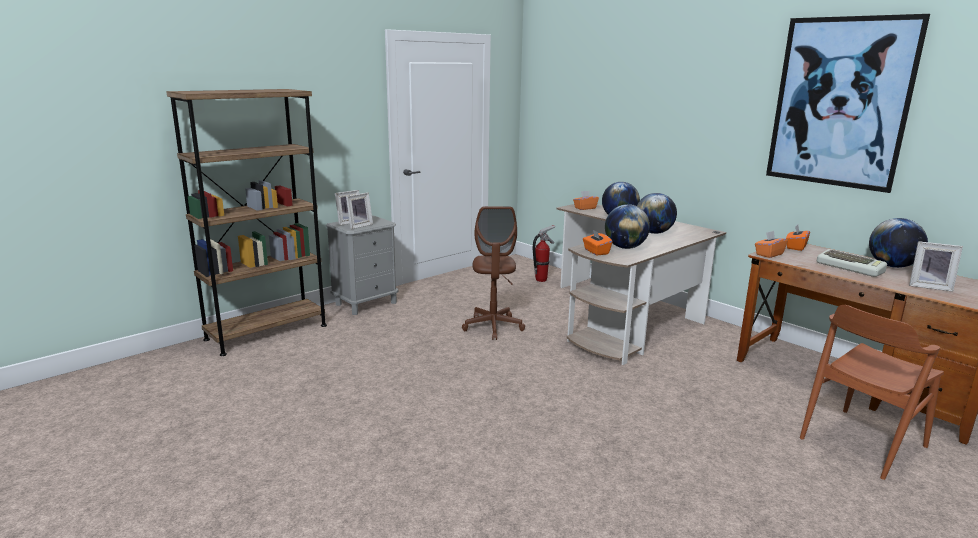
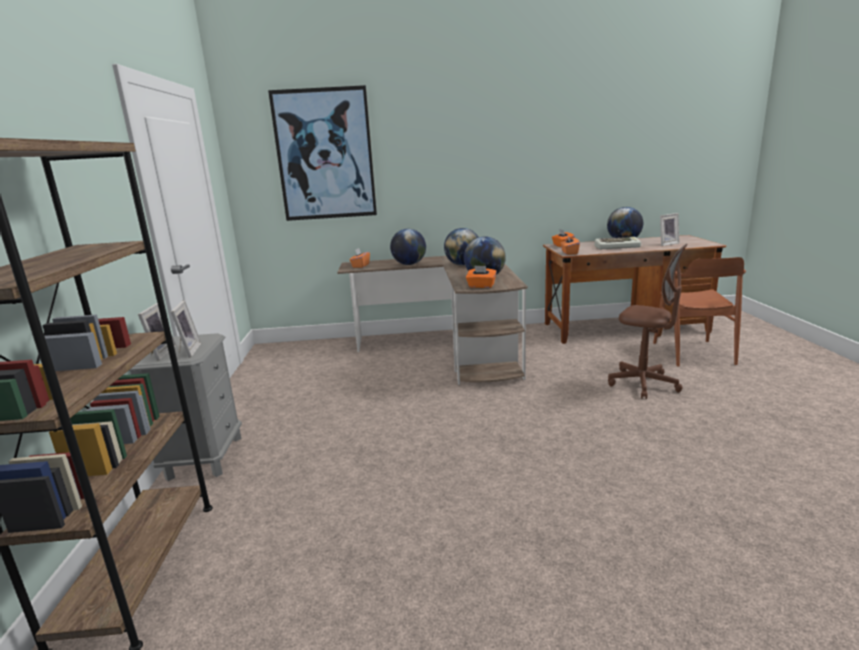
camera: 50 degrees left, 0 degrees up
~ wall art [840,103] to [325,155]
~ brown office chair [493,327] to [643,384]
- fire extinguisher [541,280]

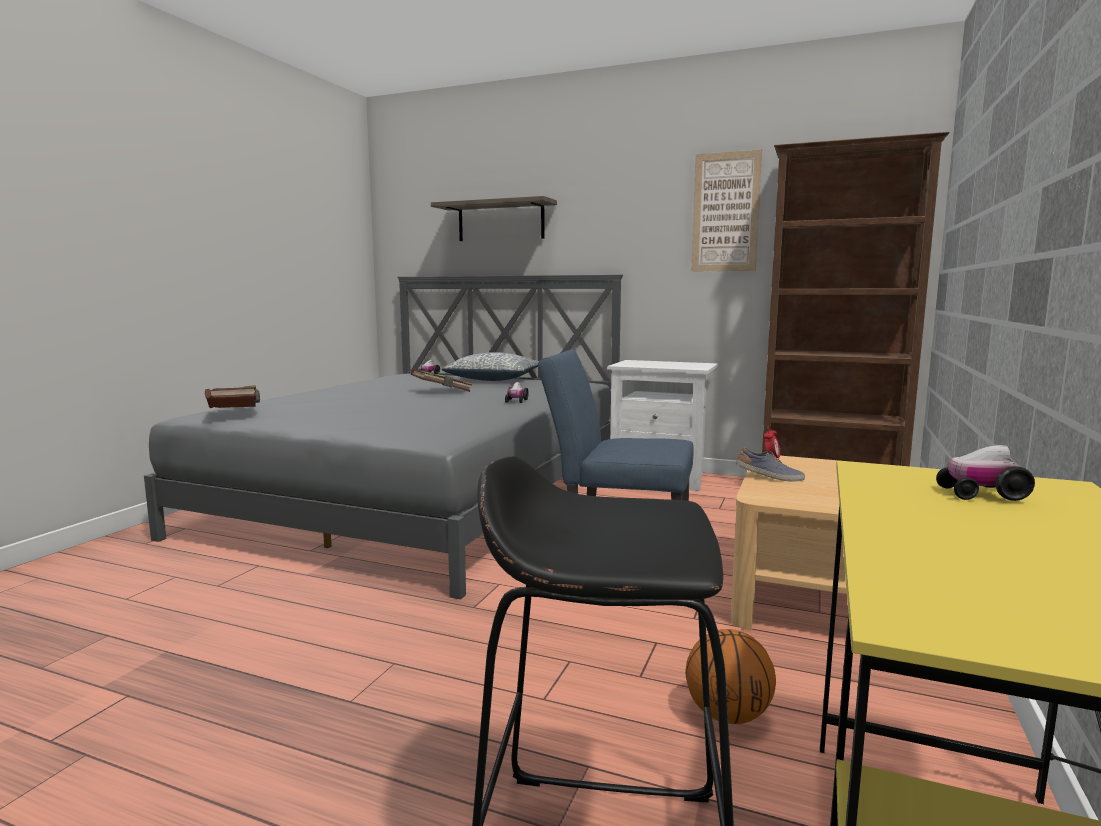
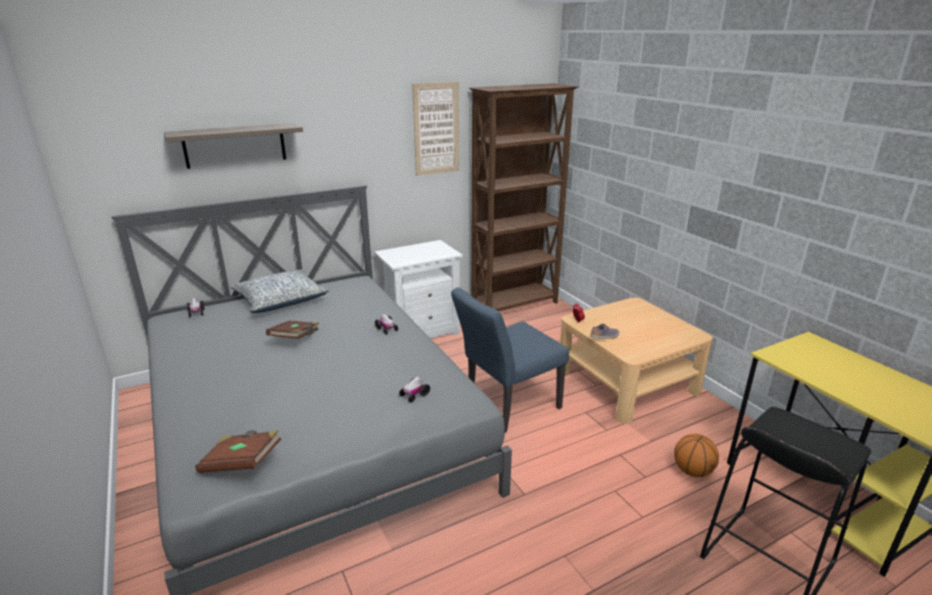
camera: 50 degrees left, 15 degrees up
~ toy car [981,494] to [414,395]

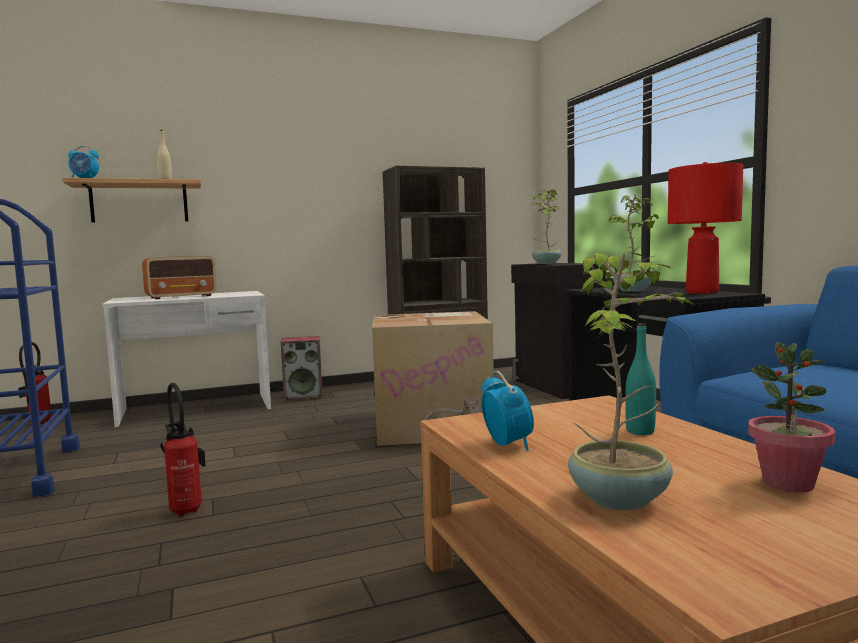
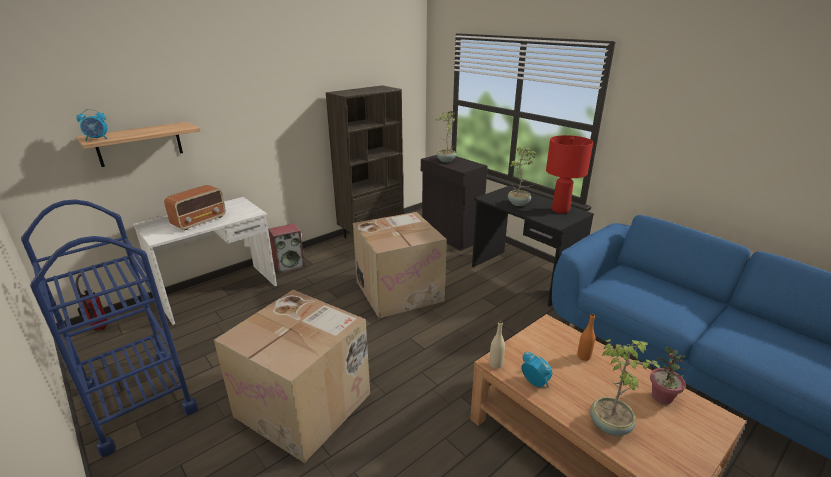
camera: 20 degrees left, 20 degrees up
~ beige-coloured drink bottle [165,180] to [495,364]
~ blue-green drink bottle [640,431] to orange drink bottle [583,356]
~ fire extinguisher [186,509] to carton [306,404]

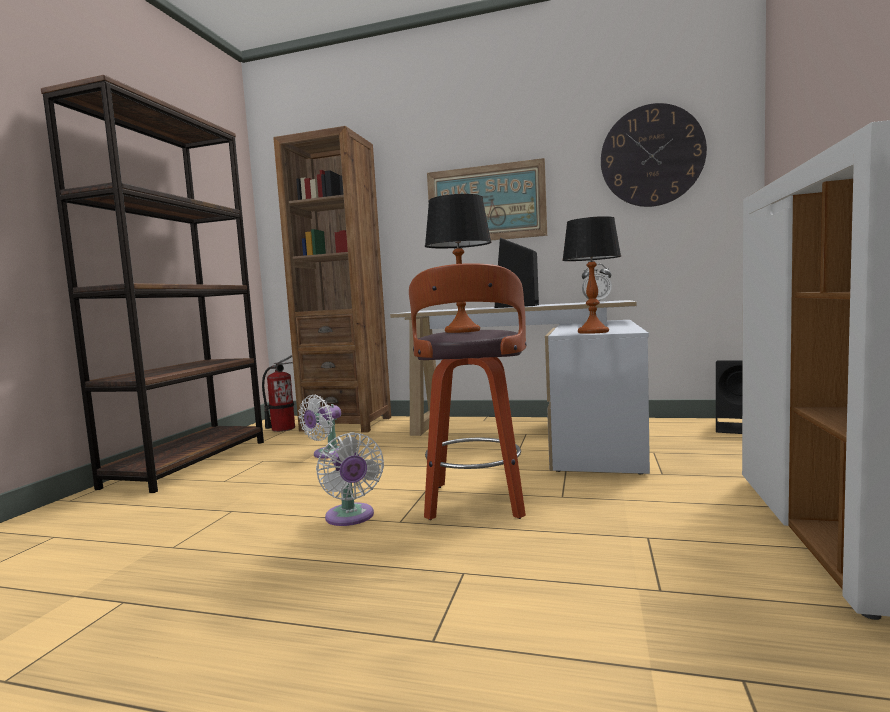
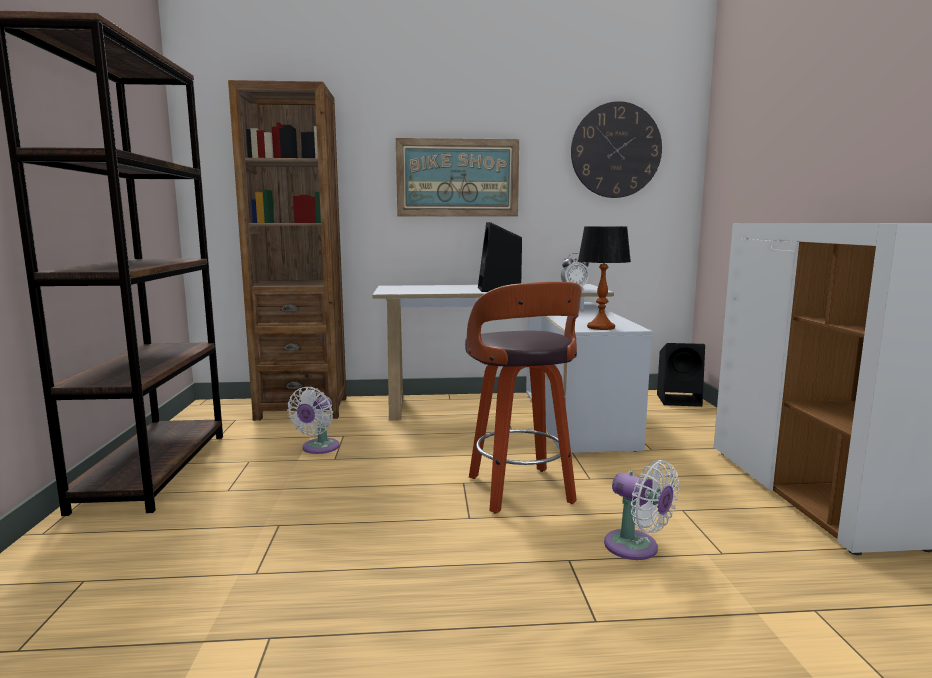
camera: 20 degrees left, 5 degrees up
- tabletop lamp [462,331]
- fire extinguisher [282,428]
~ white electric fan [351,517] to [636,548]

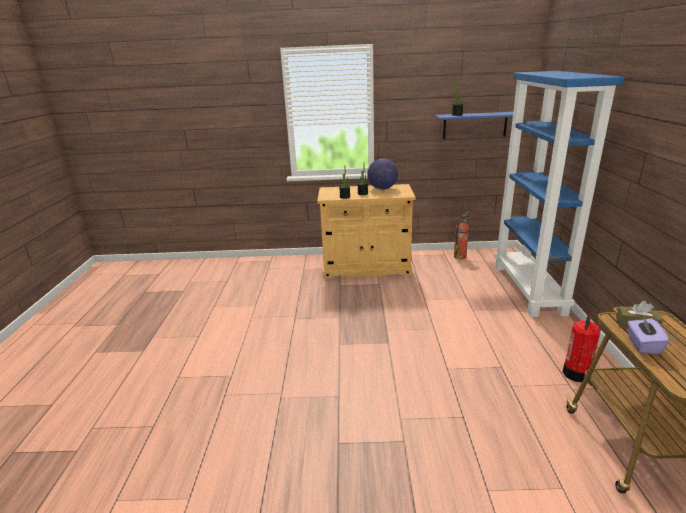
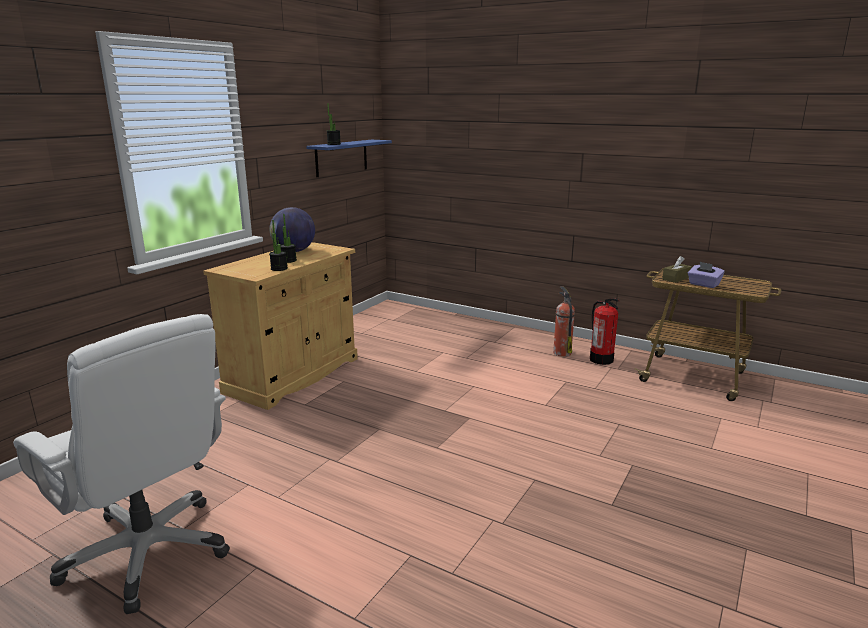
camera: 60 degrees left, 5 degrees down
- bluish shelving unit [529,289]
~ fire extinguisher [460,256] to [561,352]
+ white office chair [148,552]

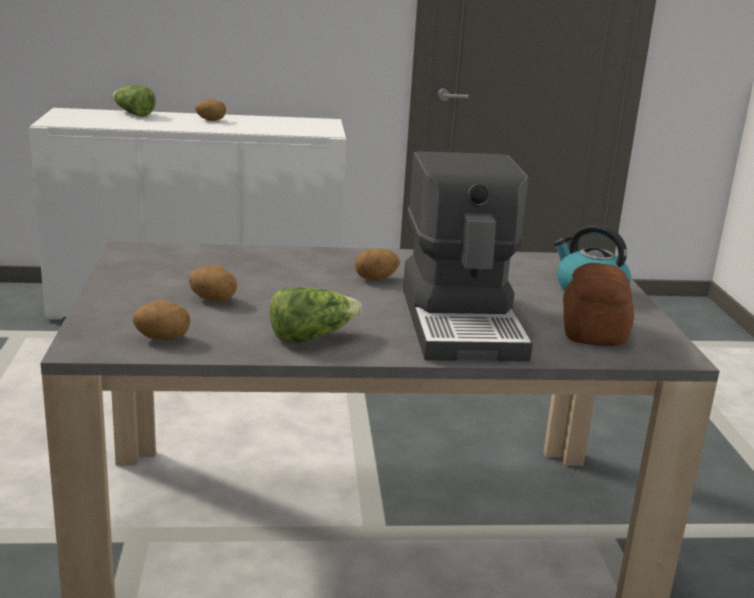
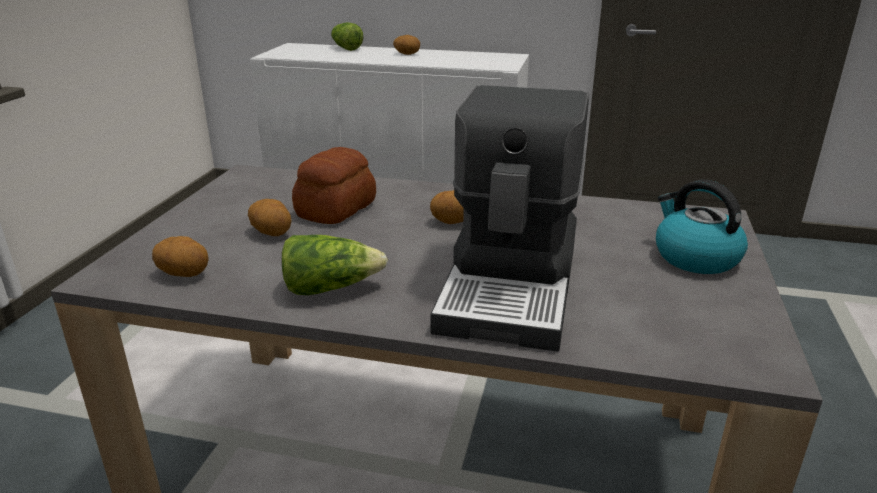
camera: 20 degrees right, 5 degrees up
~ baked bread [592,330] to [334,210]

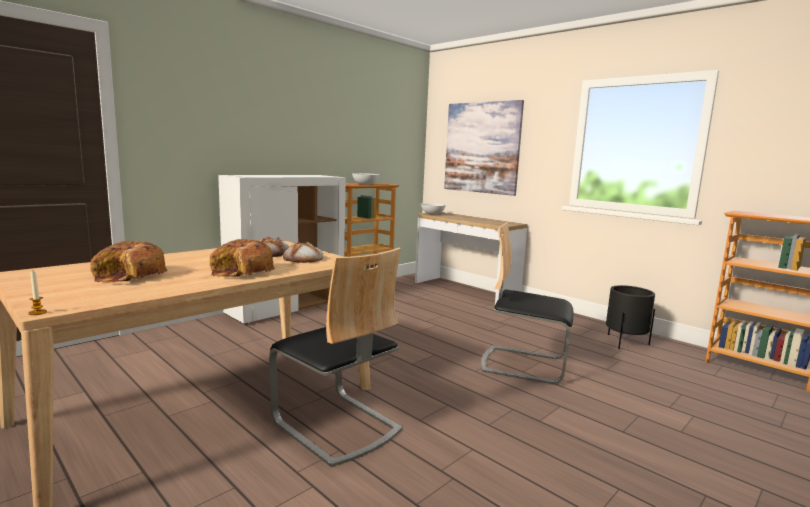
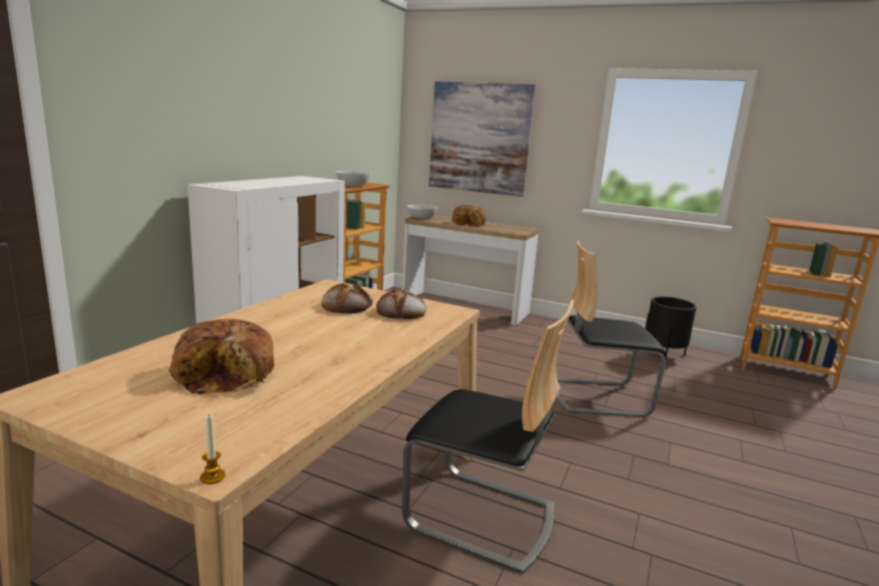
camera: 20 degrees left, 5 degrees up
~ baked bread [242,271] to [469,223]

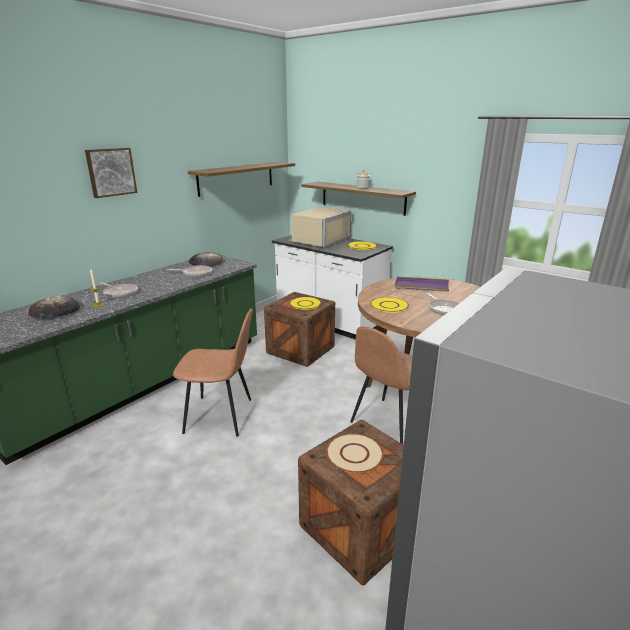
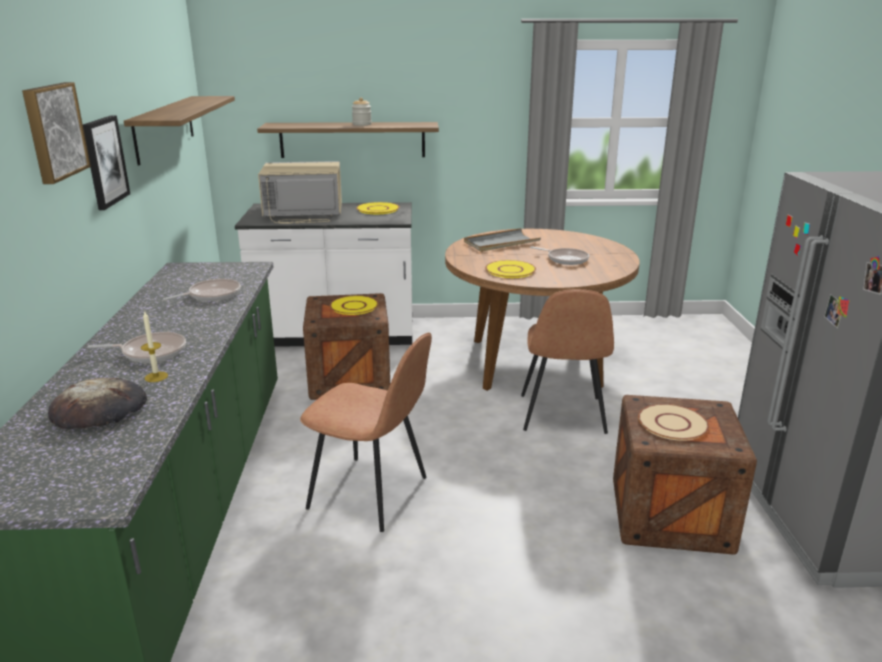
camera: 40 degrees left, 0 degrees up
~ beige-coloured microwave oven [318,240] = [302,212] 90 degrees counterclockwise
- baked bread [206,263]
~ purple tray [421,286] to gray tray [501,243]
~ brown plain chair [220,416] = [371,494] 60 degrees clockwise
+ wall art [104,161]

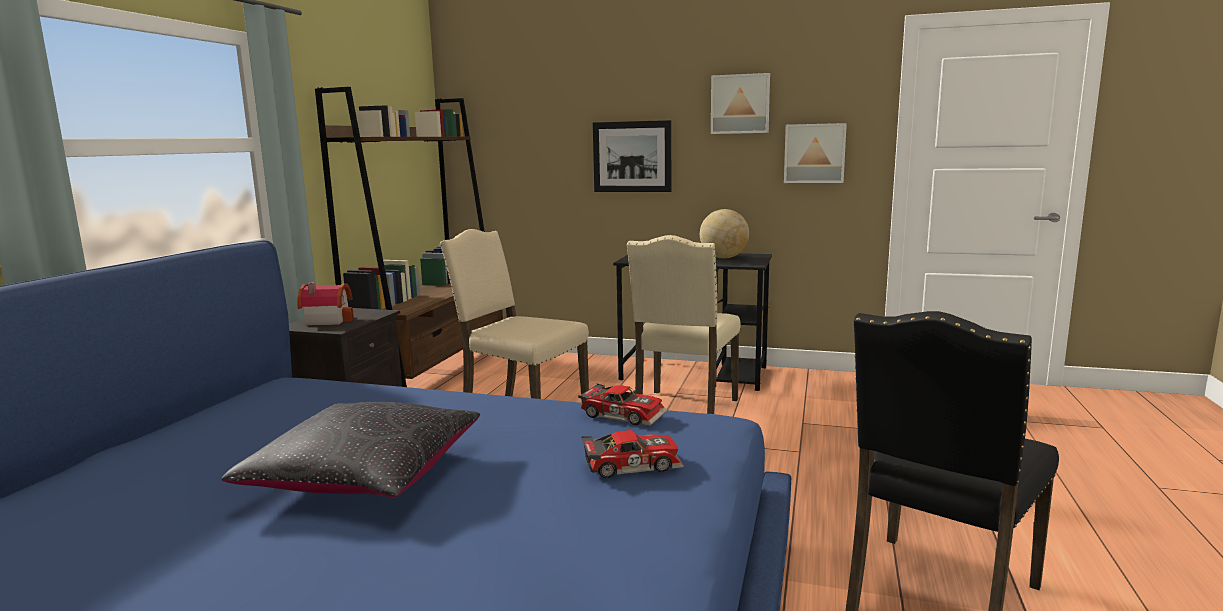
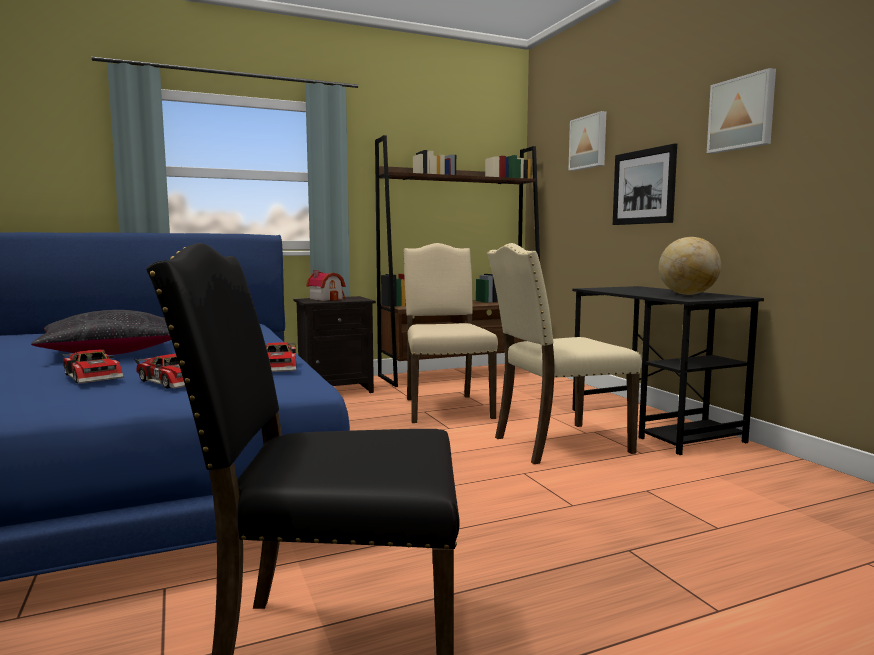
camera: 50 degrees right, 5 degrees down
~ wall art [814,153] to [589,142]
+ toy car [95,376]

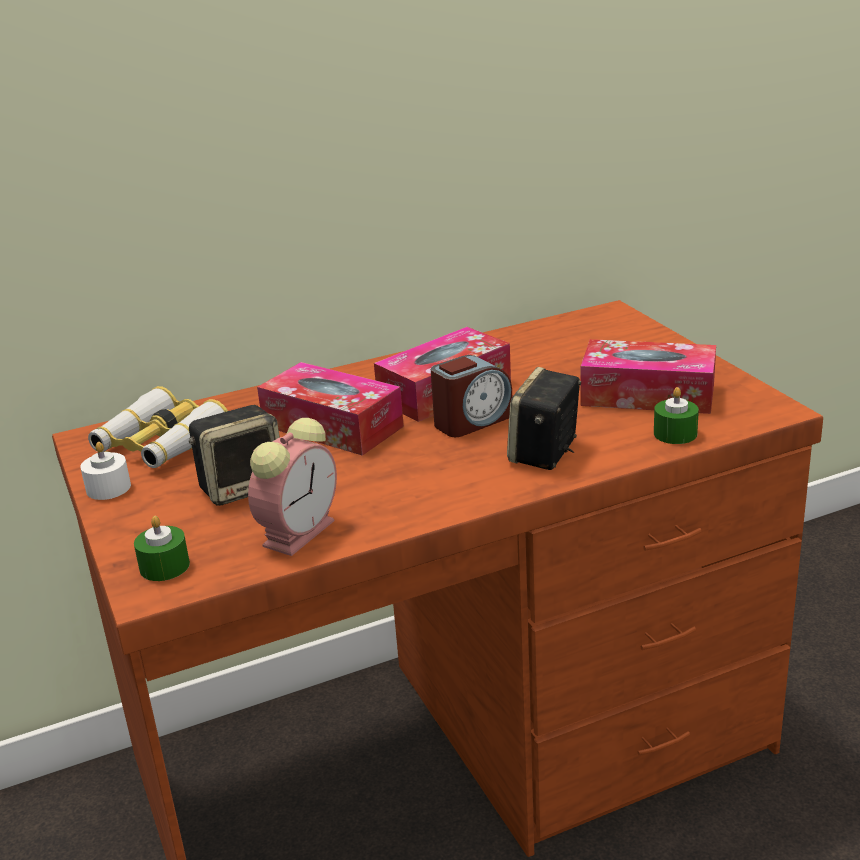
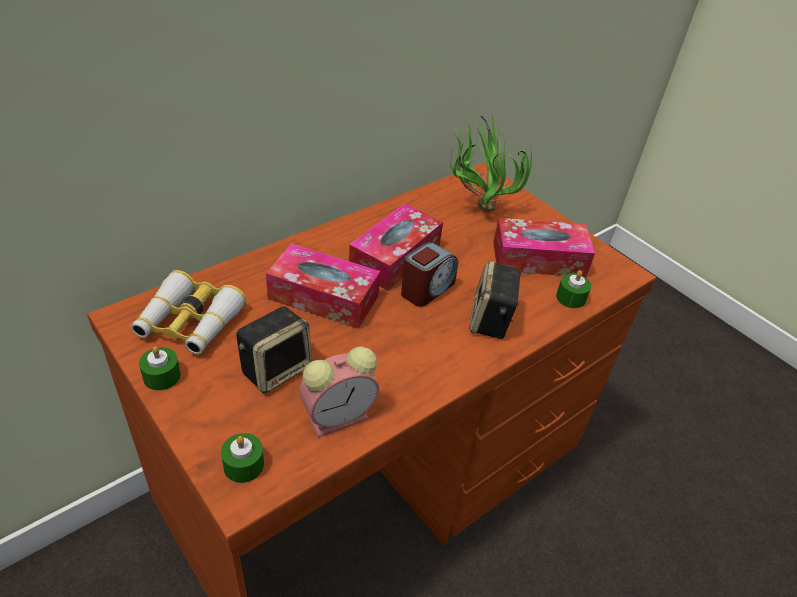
camera: 20 degrees left, 15 degrees up
~ alarm clock [300,531] = [340,416] 45 degrees clockwise
~ white wax light [108,488] to green-coloured wax light [162,376]
+ potted plant [476,208]

